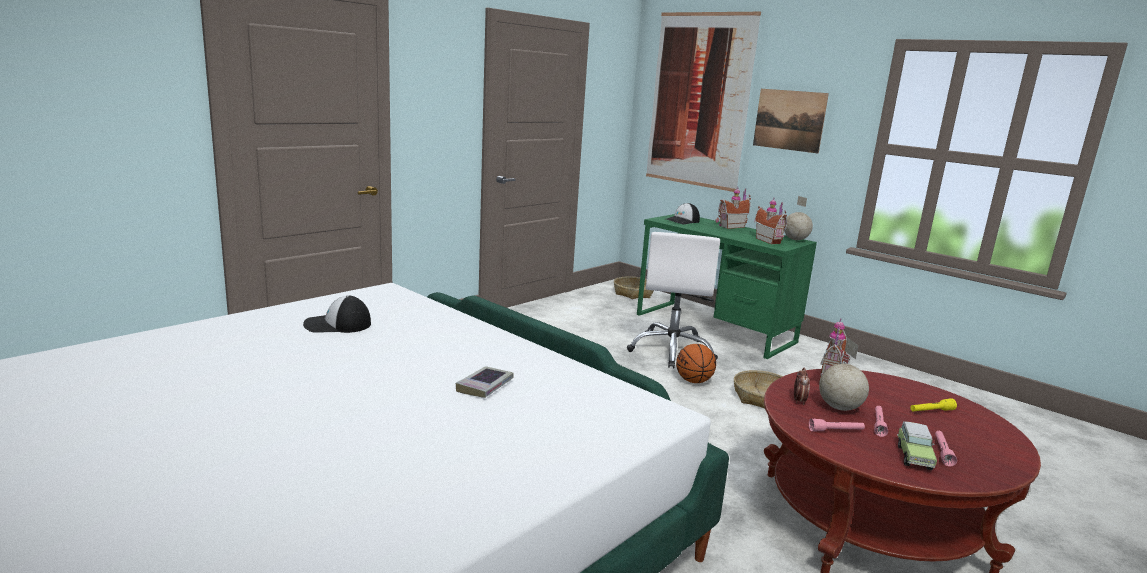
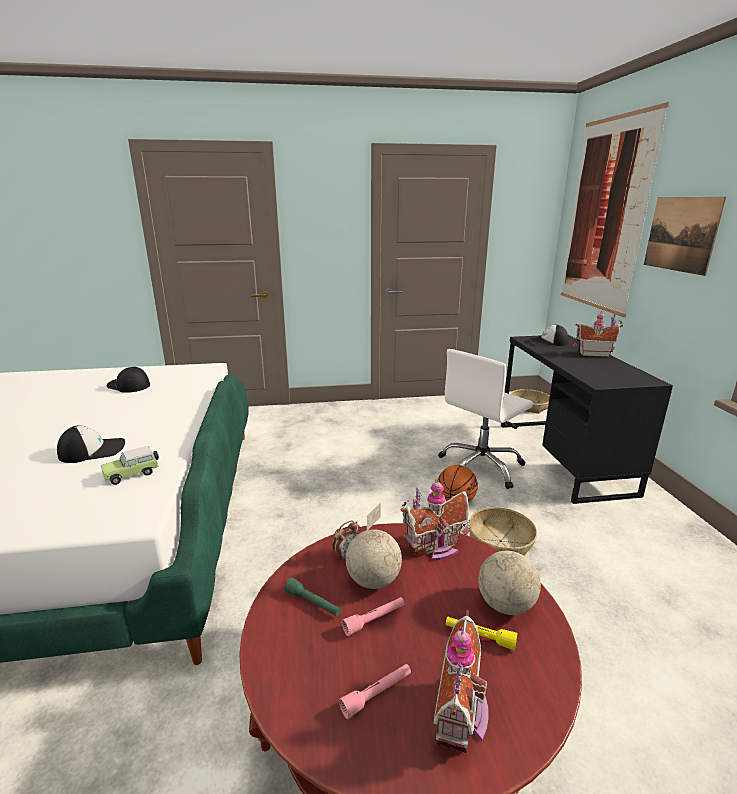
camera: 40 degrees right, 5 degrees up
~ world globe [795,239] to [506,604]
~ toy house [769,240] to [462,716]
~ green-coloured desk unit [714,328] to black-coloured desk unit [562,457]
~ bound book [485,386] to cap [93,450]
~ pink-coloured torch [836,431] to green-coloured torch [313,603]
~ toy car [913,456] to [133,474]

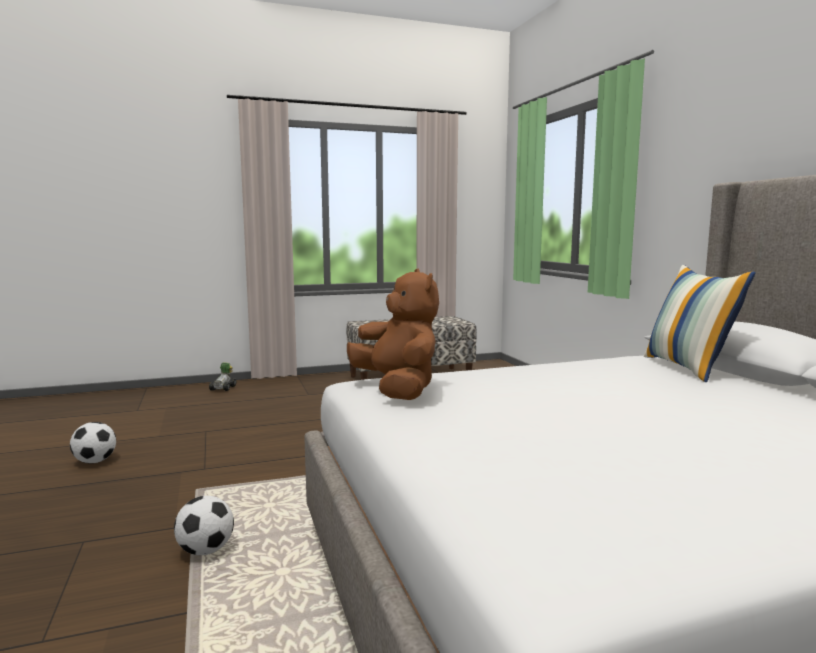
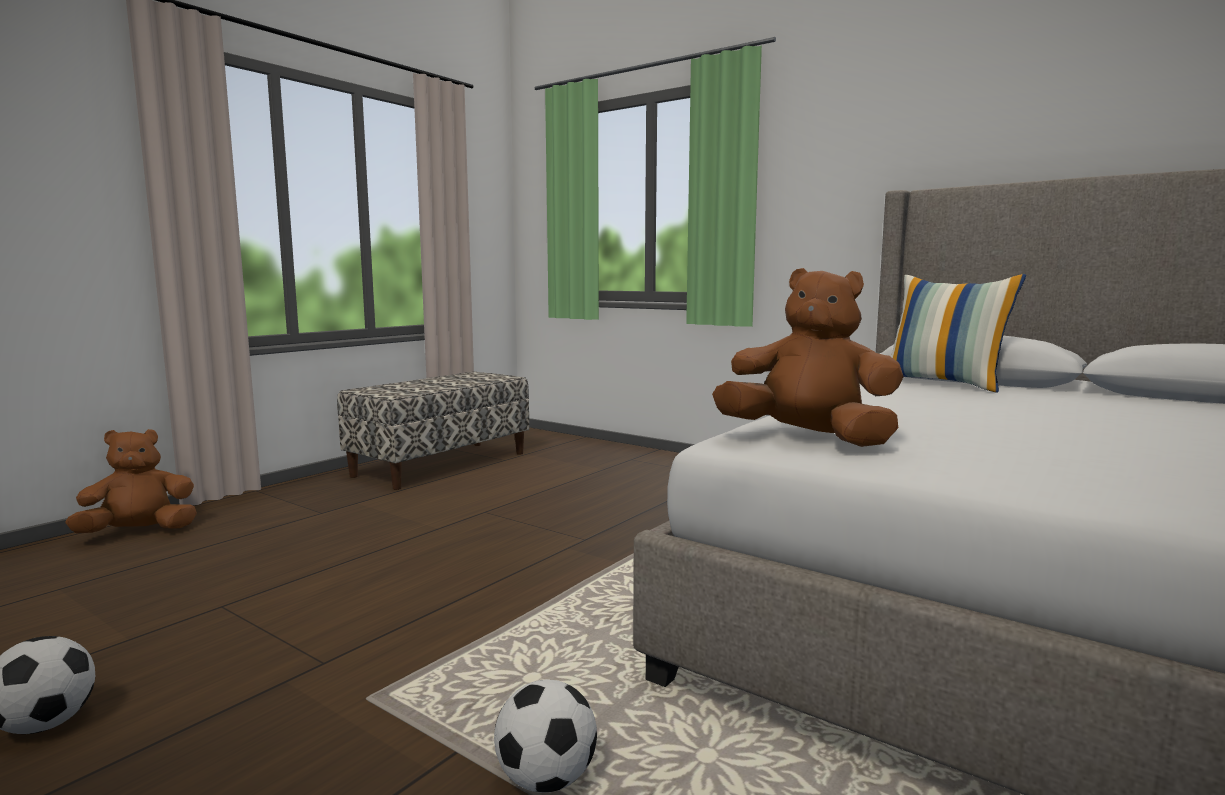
camera: 35 degrees left, 0 degrees up
~ toy car [224,388] to brown plush toy [139,532]

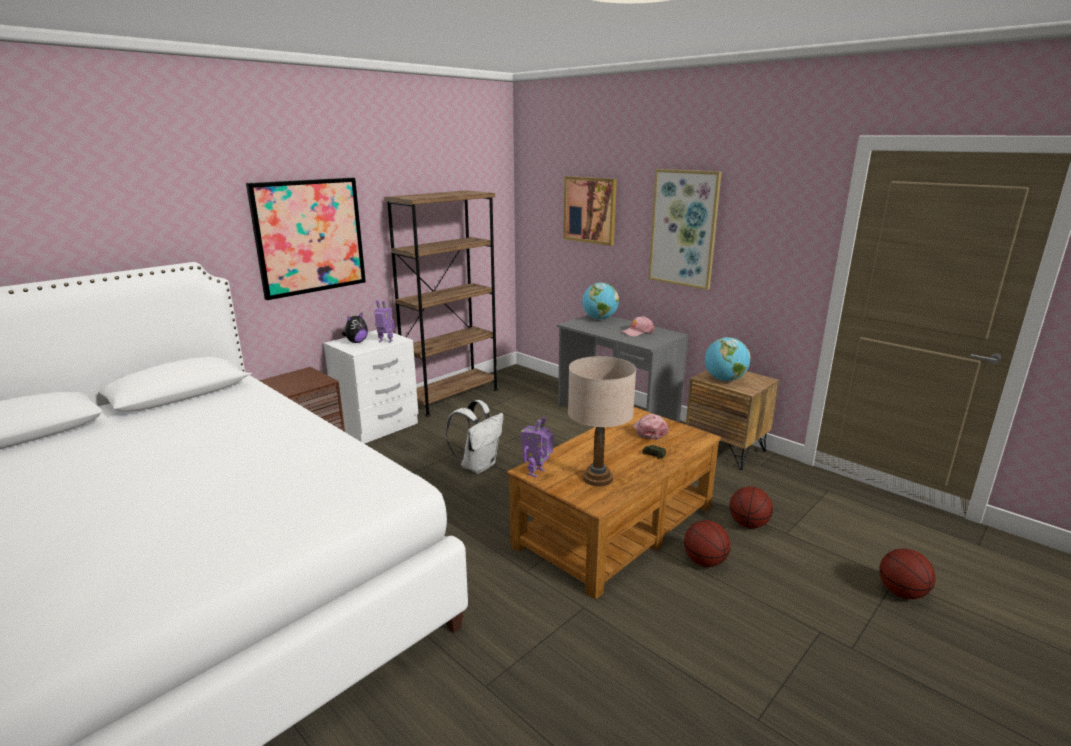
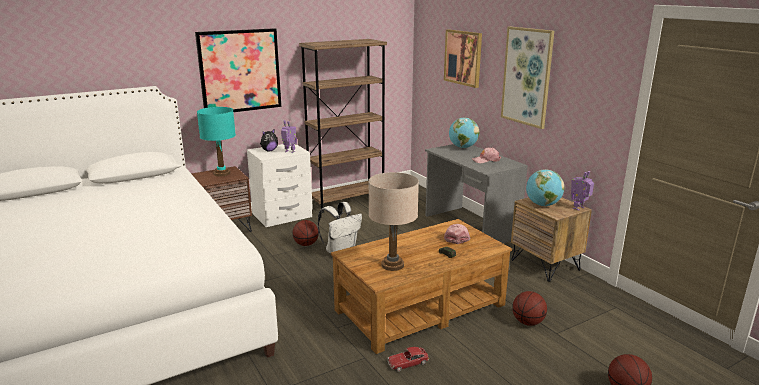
camera: 15 degrees right, 0 degrees up
~ model robot [537,473] to [579,208]
~ ball for basketball [704,561] to [306,244]
+ blue-green tabletop lamp [221,173]
+ toy car [408,363]

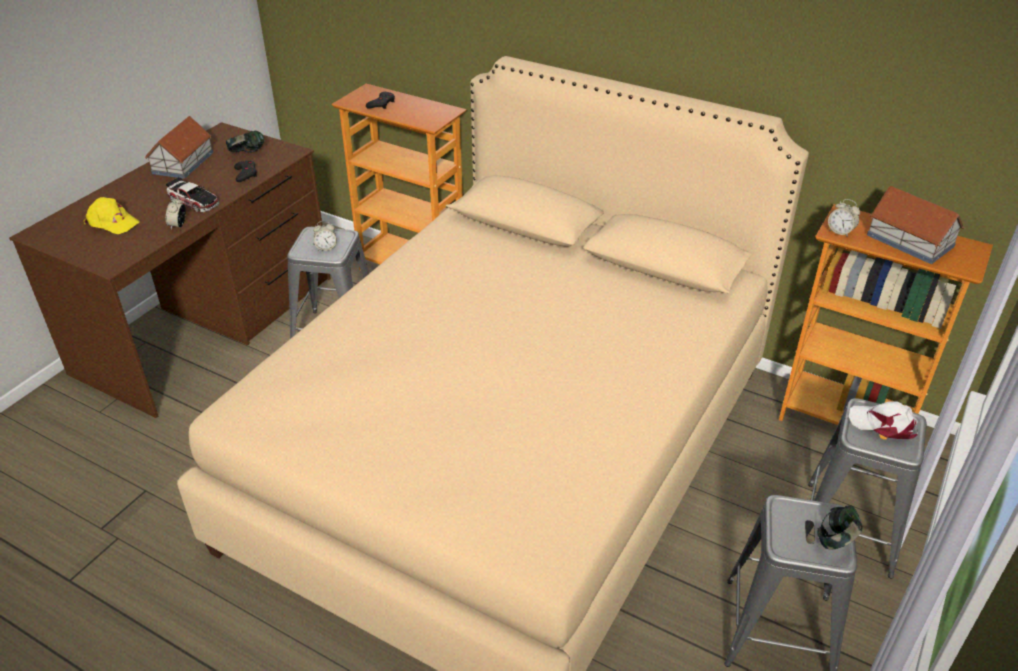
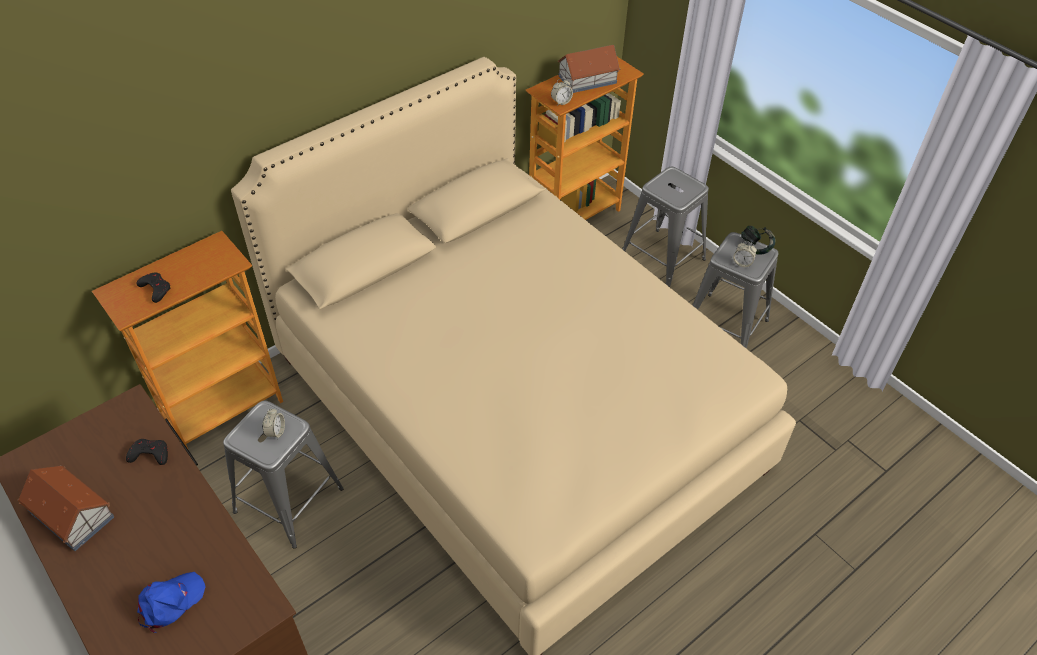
camera: 70 degrees left, 10 degrees up
- headset [247,154]
- toy car [194,201]
~ alarm clock [178,225] to [742,263]
~ yellowish cap [112,222] to bluish cap [170,602]
- white cap [883,424]

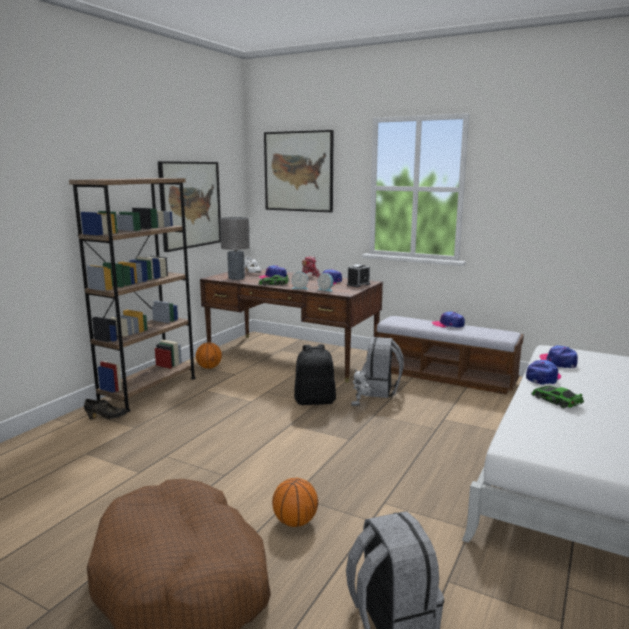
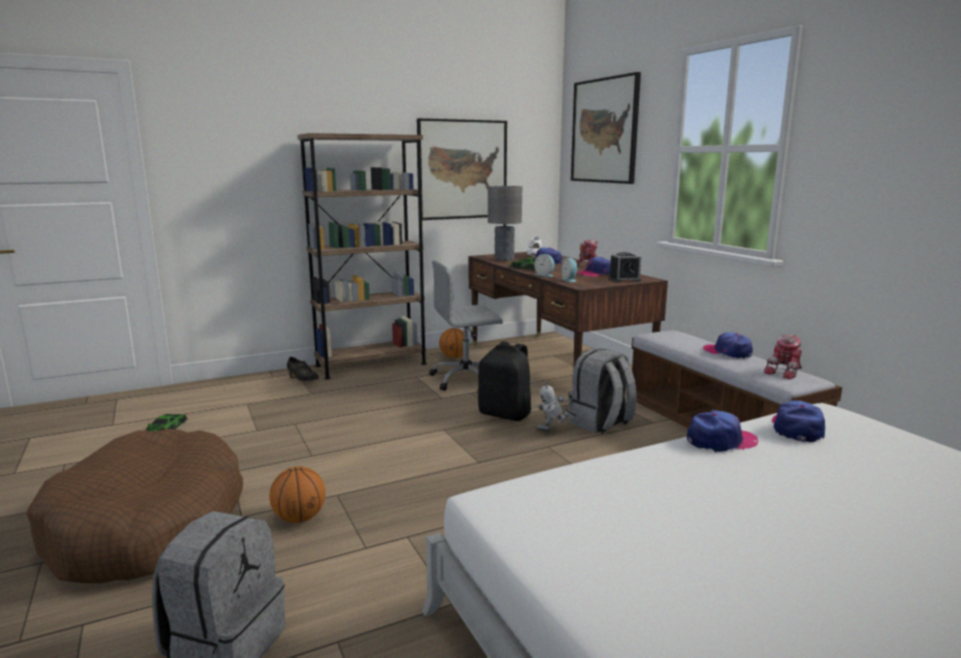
camera: 35 degrees right, 0 degrees up
~ toy car [555,400] to [168,427]
+ gray office chair [467,379]
+ model robot [786,372]

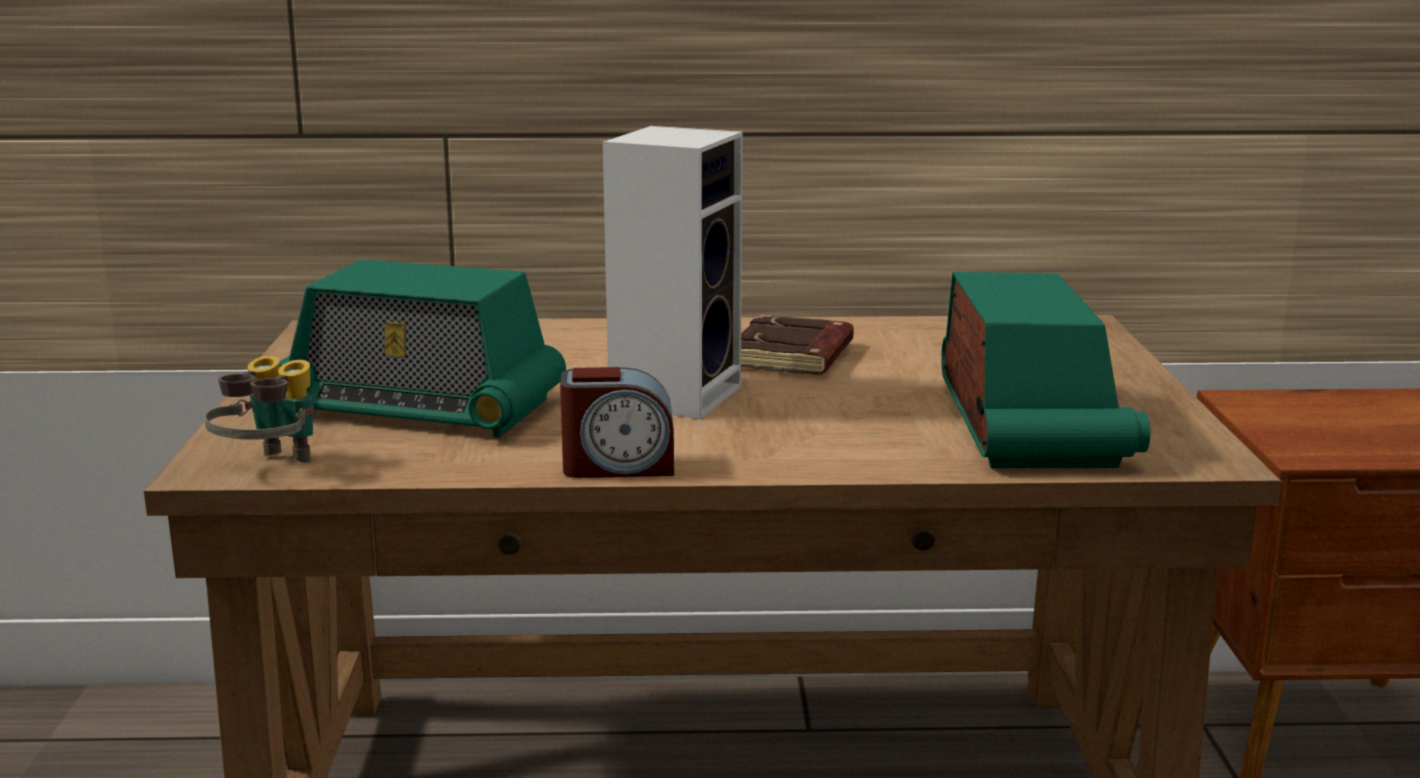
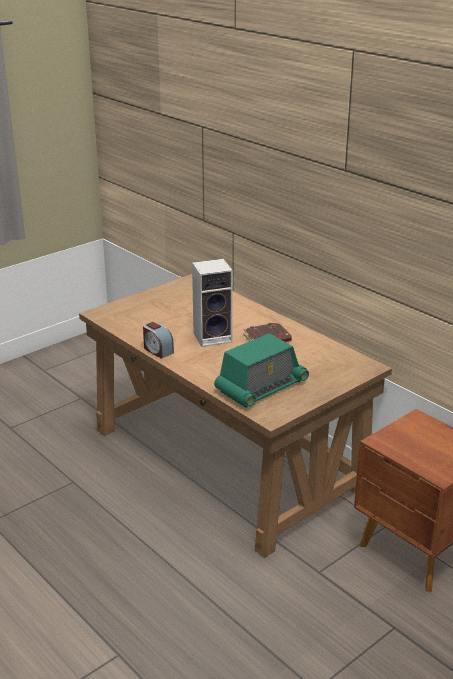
camera: 50 degrees right, 10 degrees up
- radio set [418,407]
- binoculars [270,468]

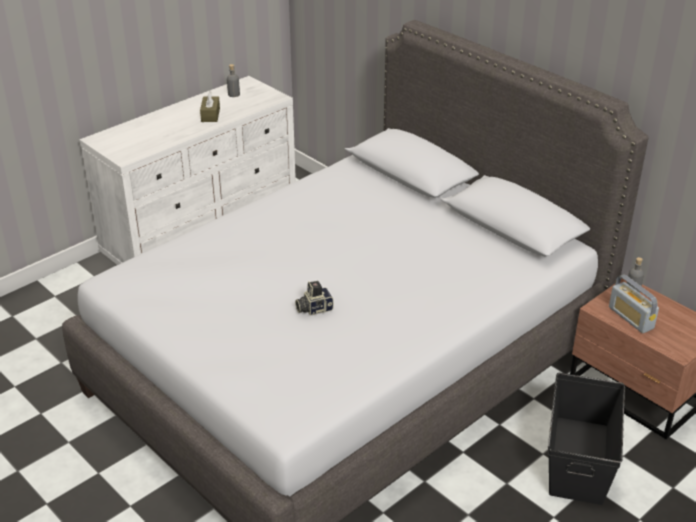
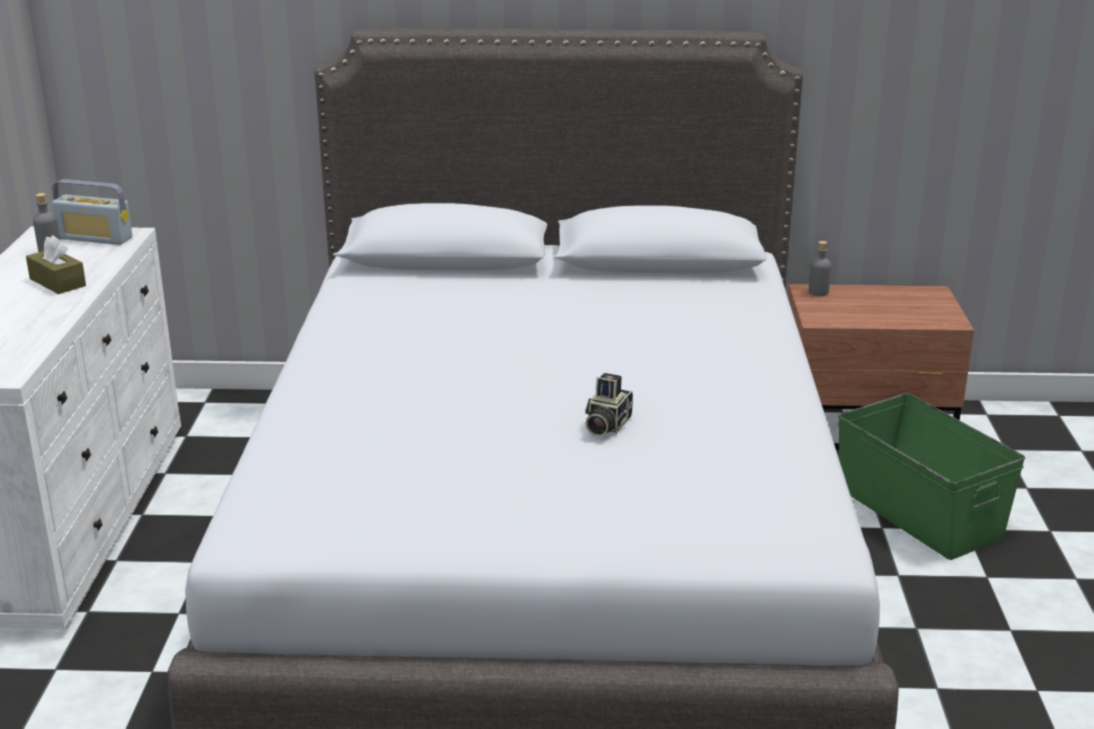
camera: 45 degrees left, 10 degrees down
~ radio set [631,318] to [95,238]
~ black-coloured storage box [580,458] to green-coloured storage box [918,511]

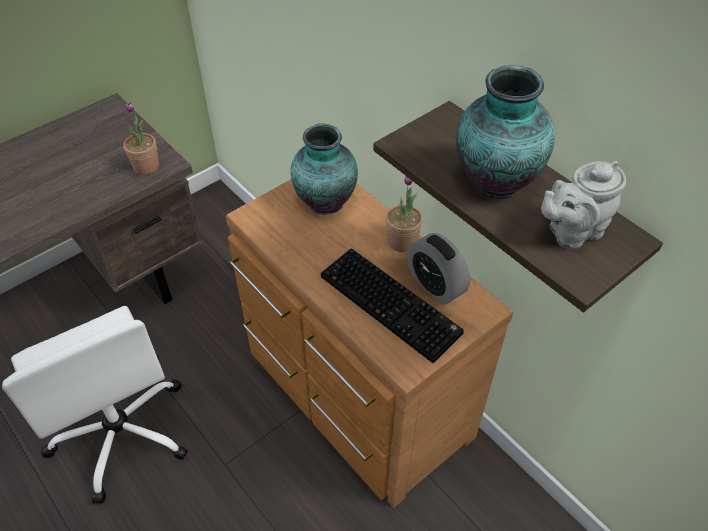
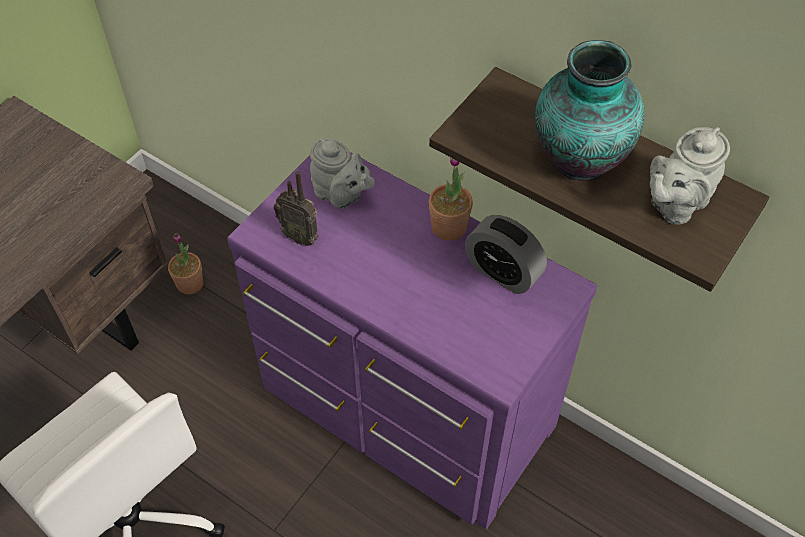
camera: 15 degrees left, 5 degrees up
~ potted plant [146,167] to [190,283]
~ vase [324,201] to gray tea pot [341,195]
~ brown dresser [355,396] to purple dresser [405,410]
- keyboard [392,304]
+ radio set [301,236]

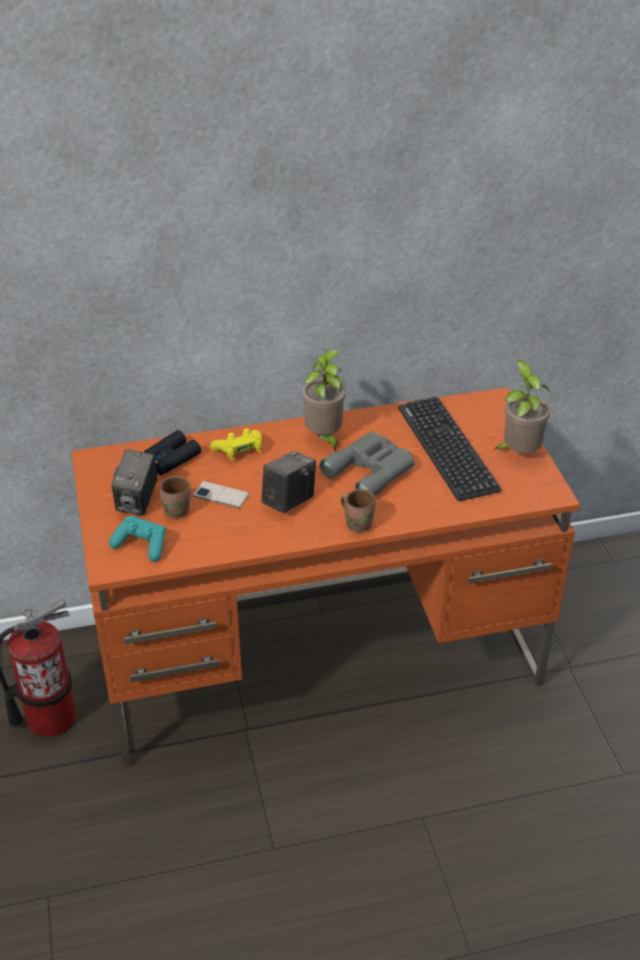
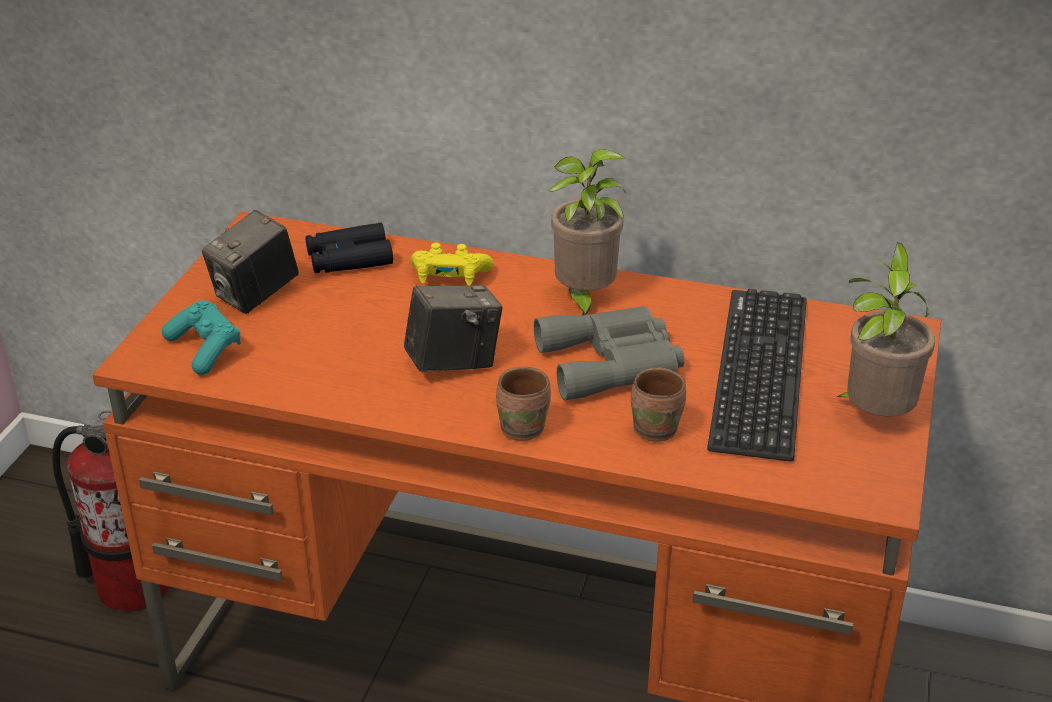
camera: 30 degrees right, 5 degrees down
~ brown mug [177,509] to [657,428]
- telephone [221,495]

